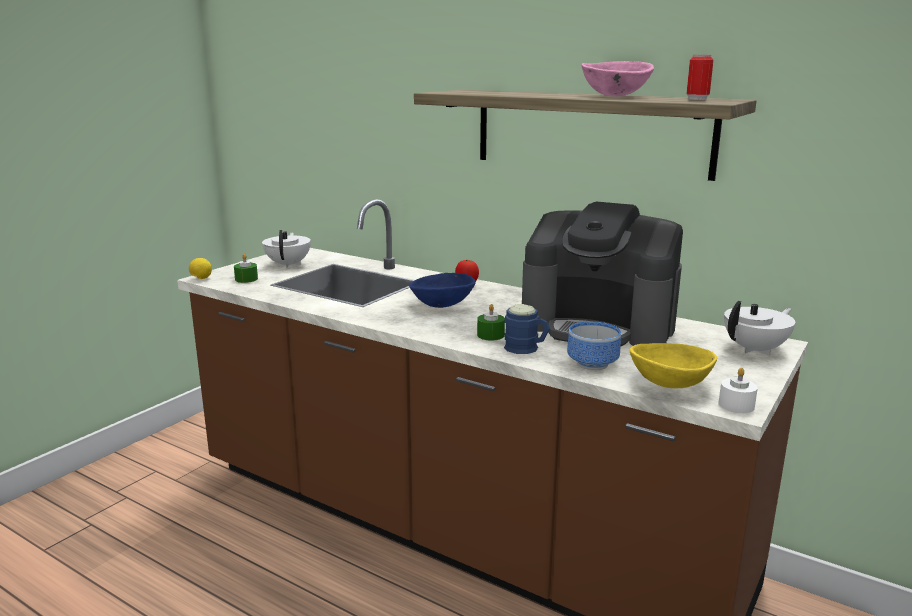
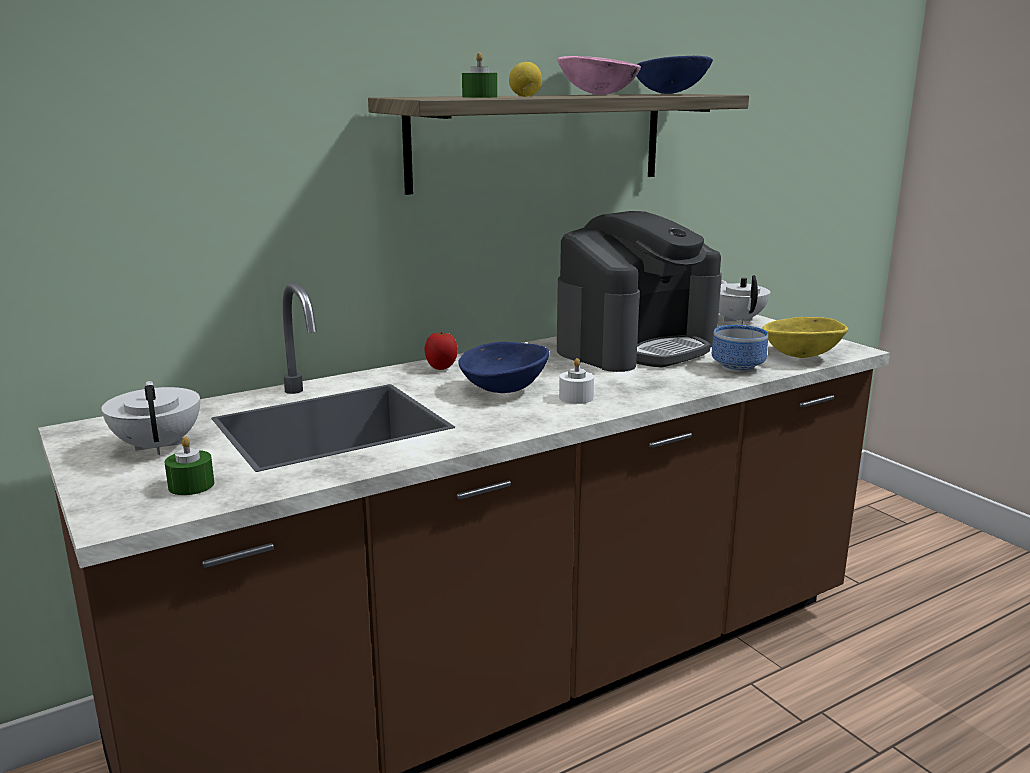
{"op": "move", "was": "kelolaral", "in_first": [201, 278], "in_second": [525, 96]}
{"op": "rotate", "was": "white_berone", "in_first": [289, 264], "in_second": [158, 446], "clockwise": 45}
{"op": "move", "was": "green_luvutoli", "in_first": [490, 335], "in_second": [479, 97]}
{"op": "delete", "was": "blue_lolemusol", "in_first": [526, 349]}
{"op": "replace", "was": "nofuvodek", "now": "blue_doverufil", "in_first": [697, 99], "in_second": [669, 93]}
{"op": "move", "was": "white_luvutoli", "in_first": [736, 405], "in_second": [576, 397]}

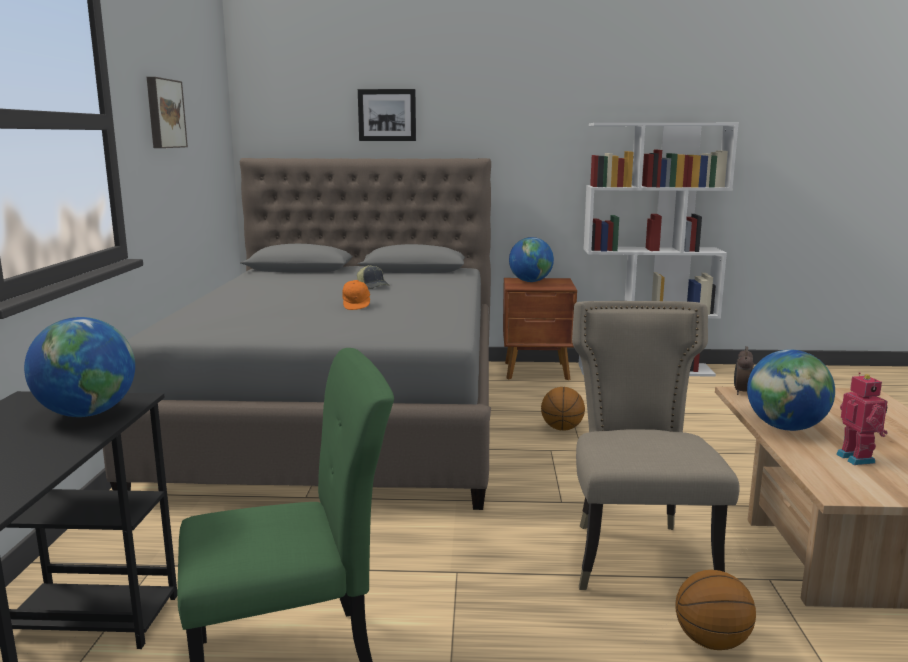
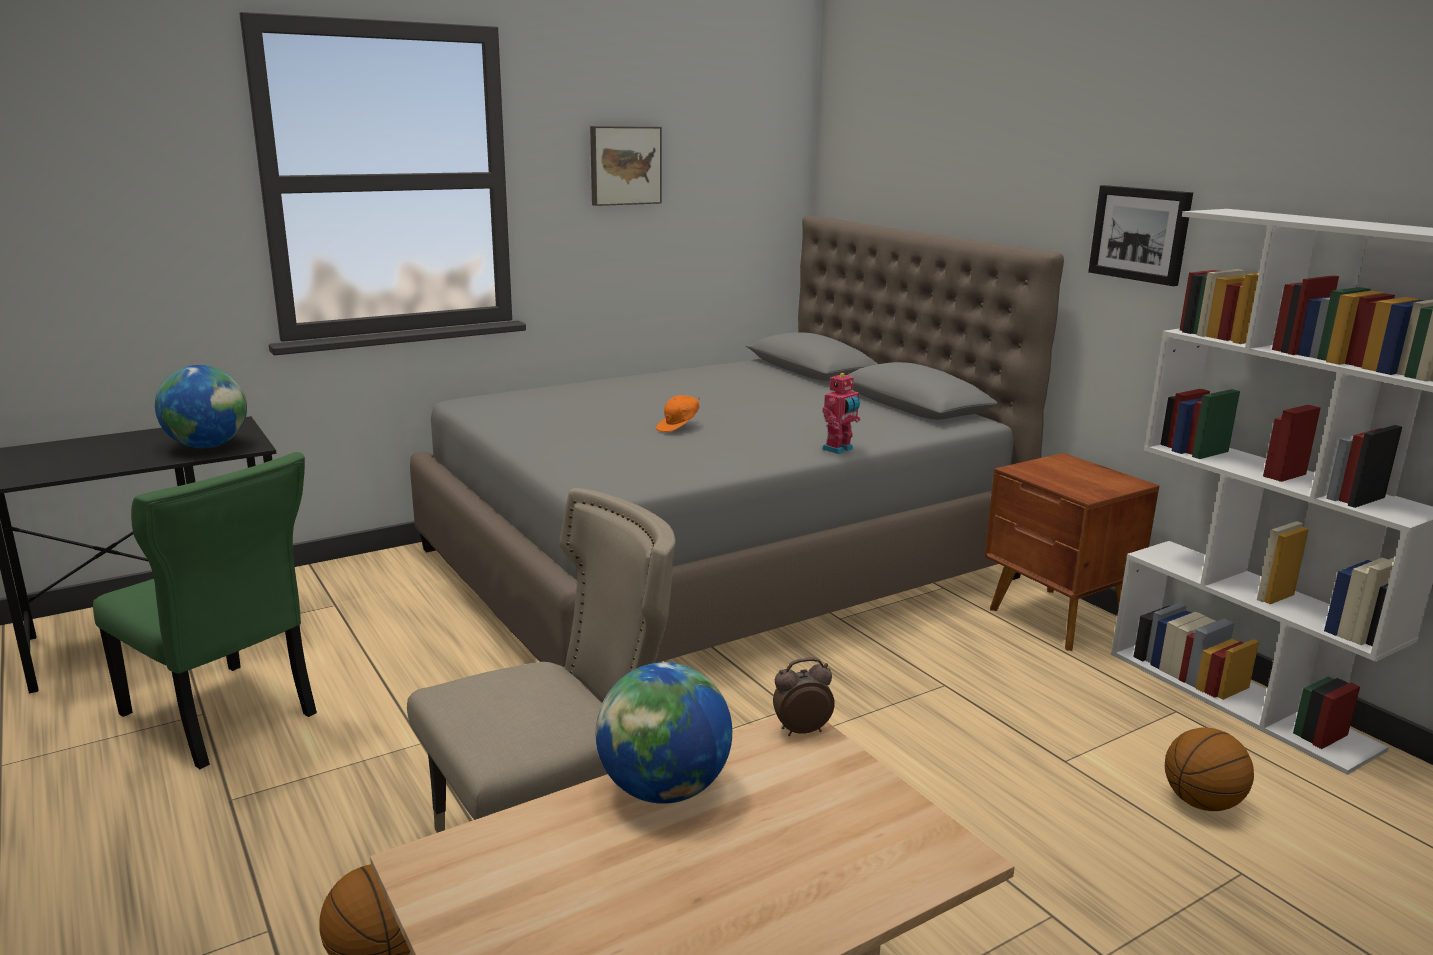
{"op": "delete", "was": "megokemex", "in_first": [373, 286]}
{"op": "move", "was": "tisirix", "in_first": [387, 115], "in_second": [1140, 234]}
{"op": "delete", "was": "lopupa", "in_first": [530, 281]}
{"op": "move", "was": "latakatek", "in_first": [562, 428], "in_second": [1202, 802]}
{"op": "move", "was": "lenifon", "in_first": [857, 458], "in_second": [839, 449]}

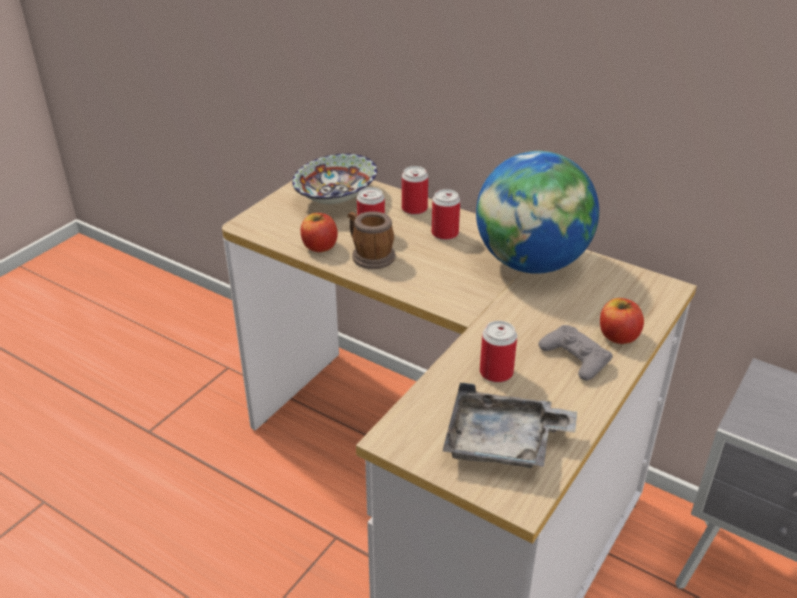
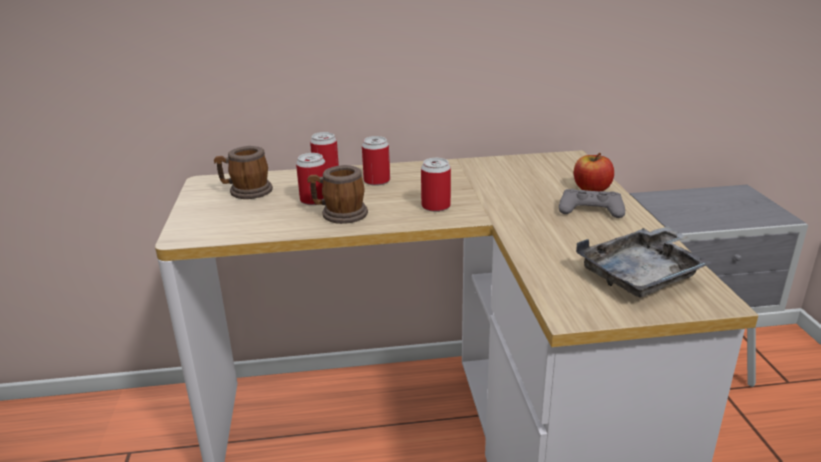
{"op": "replace", "was": "doverufil", "now": "lolemusol", "in_first": [337, 199], "in_second": [246, 191]}
{"op": "delete", "was": "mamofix", "in_first": [319, 246]}
{"op": "delete", "was": "lopupa", "in_first": [531, 263]}
{"op": "move", "was": "nofuvodek", "in_first": [496, 372], "in_second": [436, 206]}

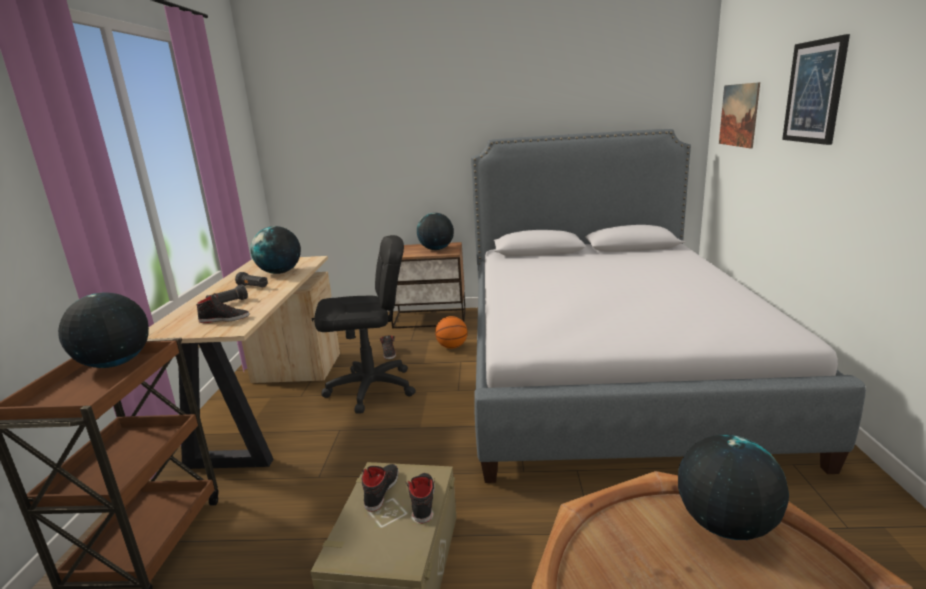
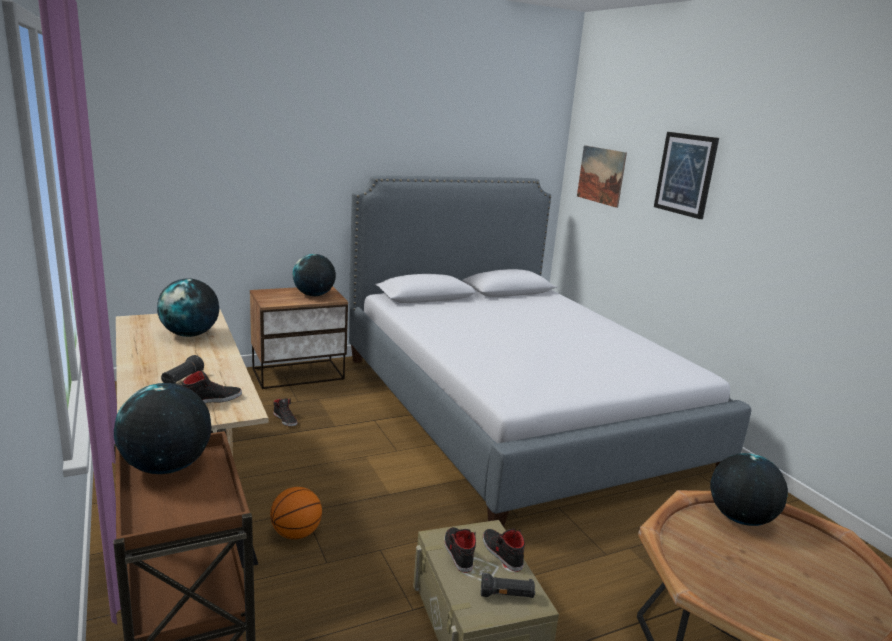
{"op": "move", "was": "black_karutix", "in_first": [253, 287], "in_second": [506, 595]}
{"op": "delete", "was": "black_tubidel", "in_first": [371, 389]}
{"op": "move", "was": "latakatek", "in_first": [452, 347], "in_second": [296, 533]}

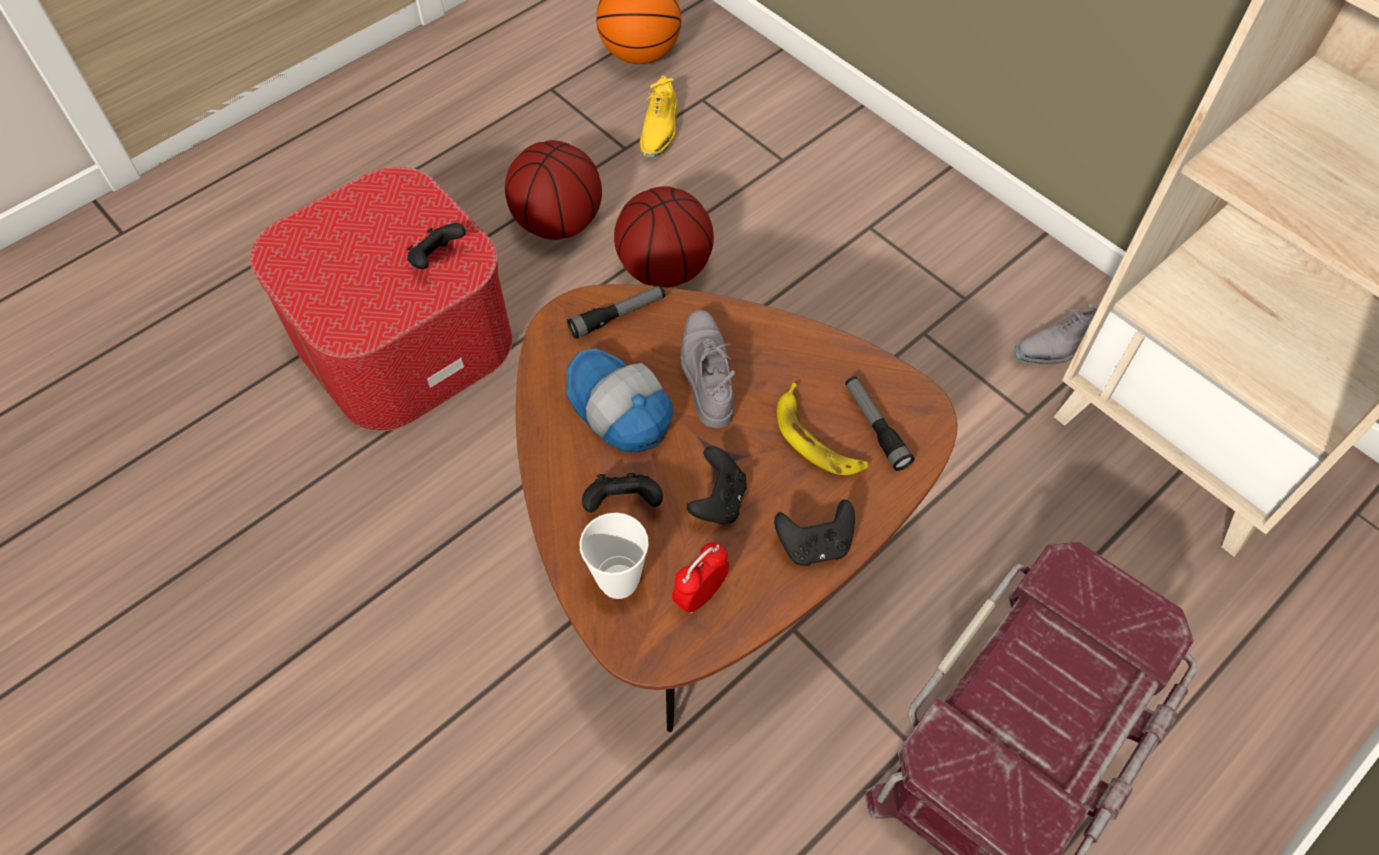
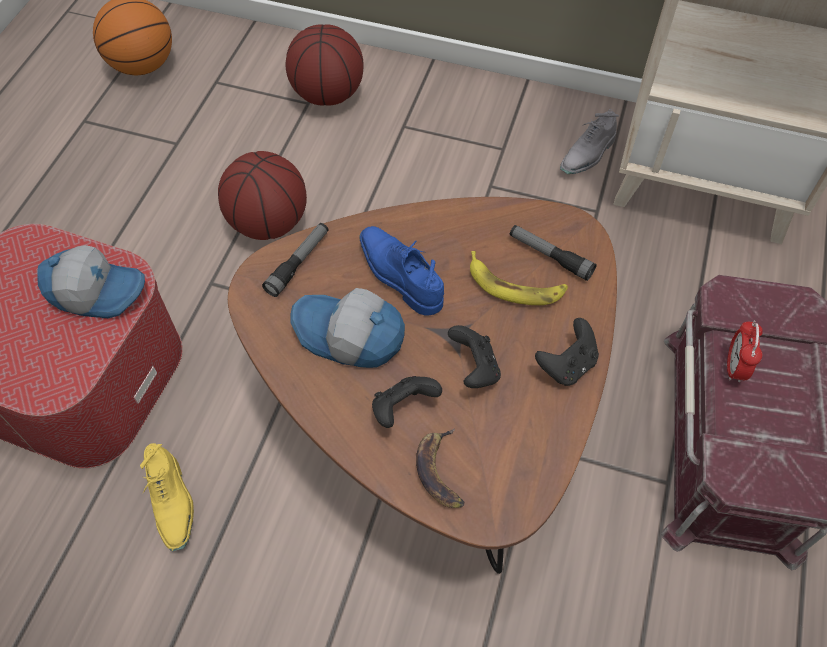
{"op": "replace", "was": "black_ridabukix", "now": "megokemex", "in_first": [437, 259], "in_second": [97, 290]}
{"op": "move", "was": "latakatek", "in_first": [557, 223], "in_second": [327, 95]}
{"op": "replace", "was": "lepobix", "now": "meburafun", "in_first": [618, 581], "in_second": [441, 471]}
{"op": "move", "was": "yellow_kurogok", "in_first": [659, 131], "in_second": [172, 502]}
{"op": "move", "was": "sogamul", "in_first": [700, 594], "in_second": [734, 367]}
{"op": "recolor", "was": "grey_kurogok", "now": "blue_kurogok", "in_first": [707, 374], "in_second": [399, 276]}

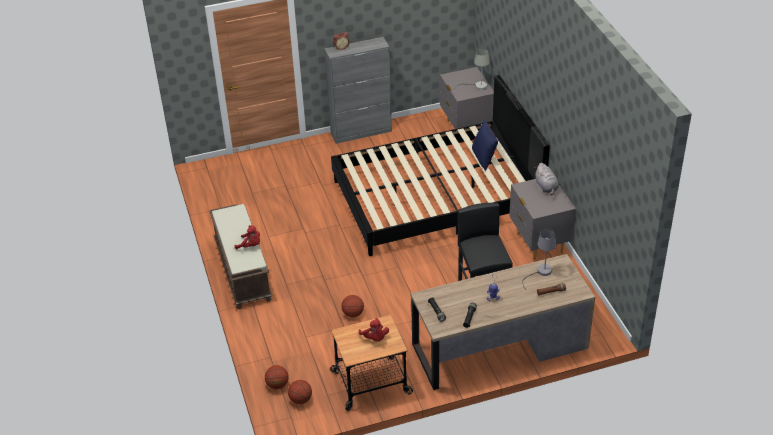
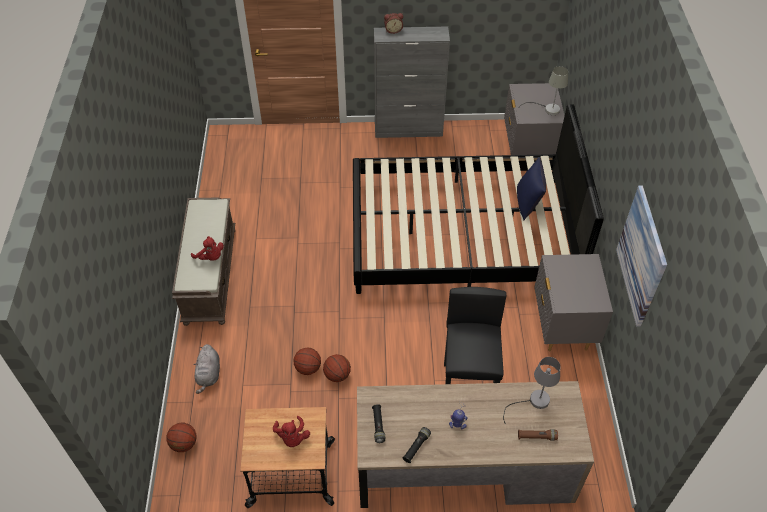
{"op": "move", "was": "latakatek", "in_first": [300, 399], "in_second": [337, 375]}
{"op": "move", "was": "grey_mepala", "in_first": [546, 187], "in_second": [209, 374]}
{"op": "insert", "now": "tisirix", "in_second": [641, 256]}

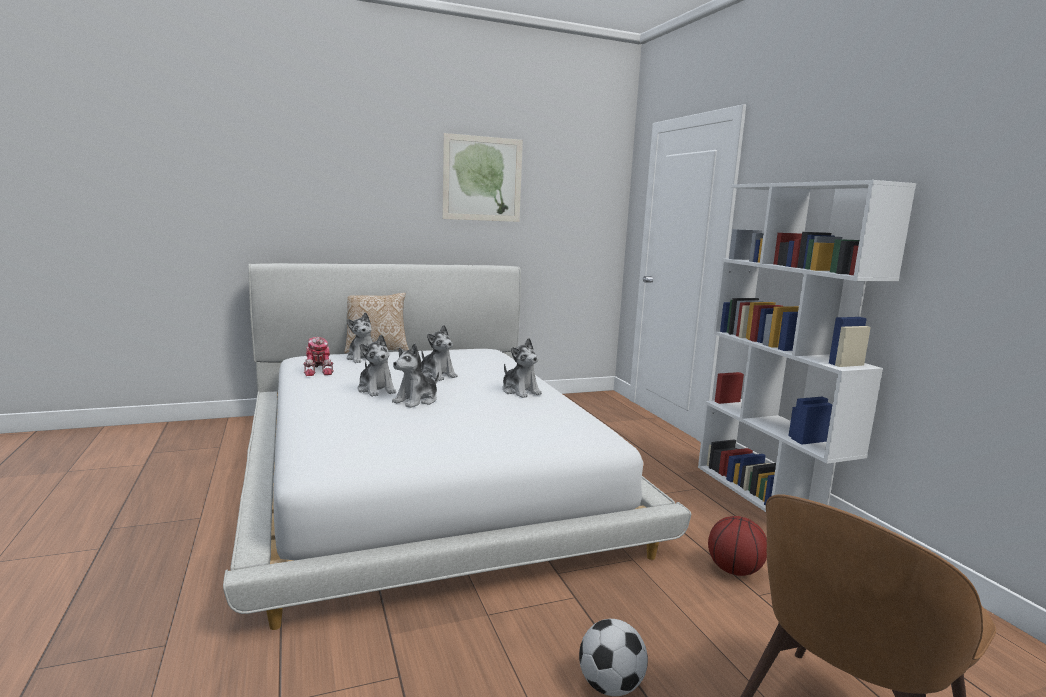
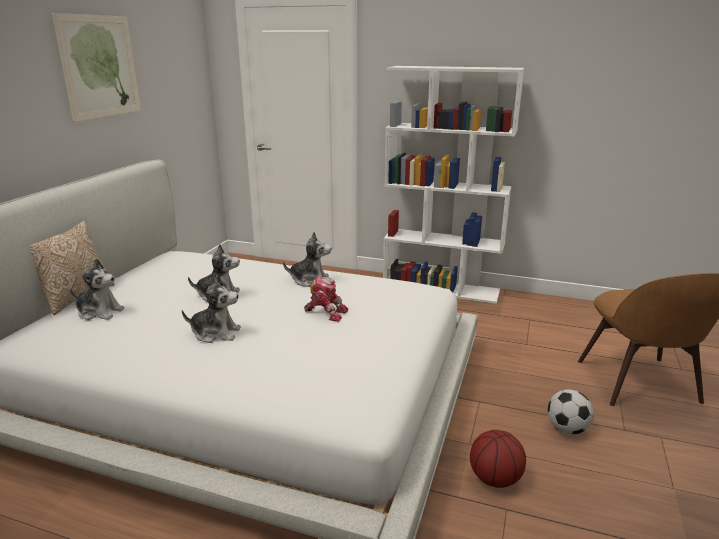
{"op": "move", "was": "lenifon", "in_first": [319, 371], "in_second": [326, 312]}
{"op": "delete", "was": "mepala", "in_first": [416, 400]}
{"op": "move", "was": "latakatek", "in_first": [734, 570], "in_second": [495, 479]}

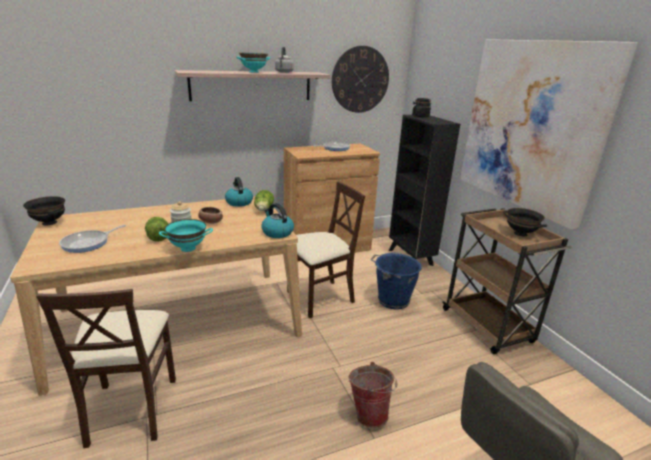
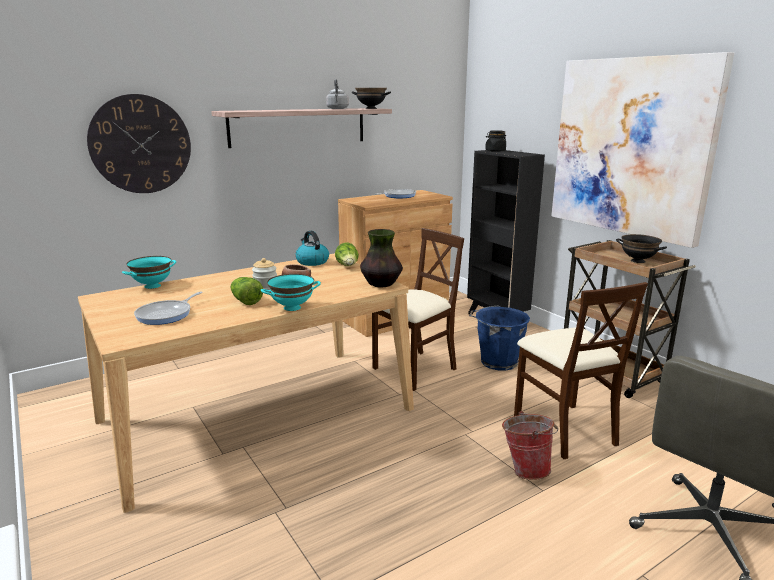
{"op": "move", "was": "black_doverufil", "in_first": [50, 222], "in_second": [371, 108]}
{"op": "move", "was": "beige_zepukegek", "in_first": [131, 409], "in_second": [565, 429]}
{"op": "move", "was": "turquoise_doverufil", "in_first": [254, 72], "in_second": [152, 286]}
{"op": "replace", "was": "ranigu", "now": "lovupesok", "in_first": [277, 232], "in_second": [381, 284]}
{"op": "move", "was": "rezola", "in_first": [360, 80], "in_second": [140, 144]}

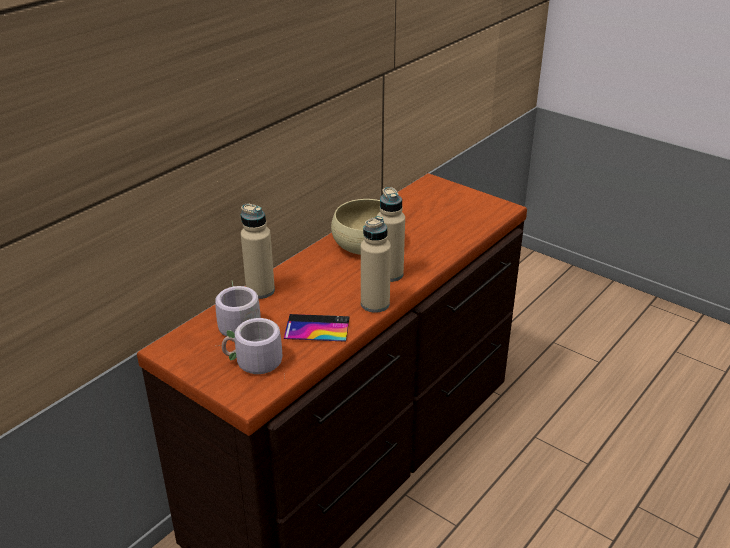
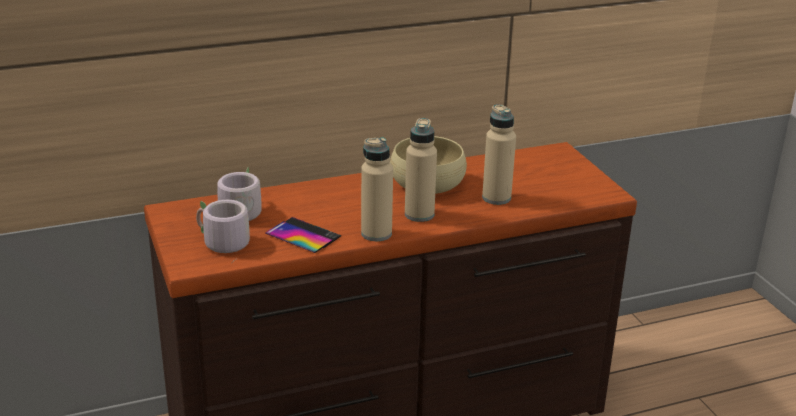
{"op": "move", "was": "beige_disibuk", "in_first": [260, 290], "in_second": [496, 198]}

